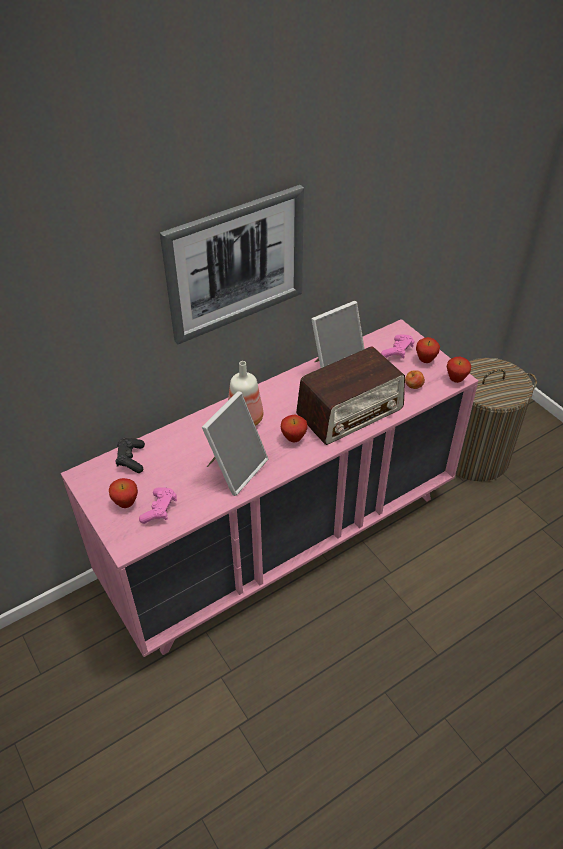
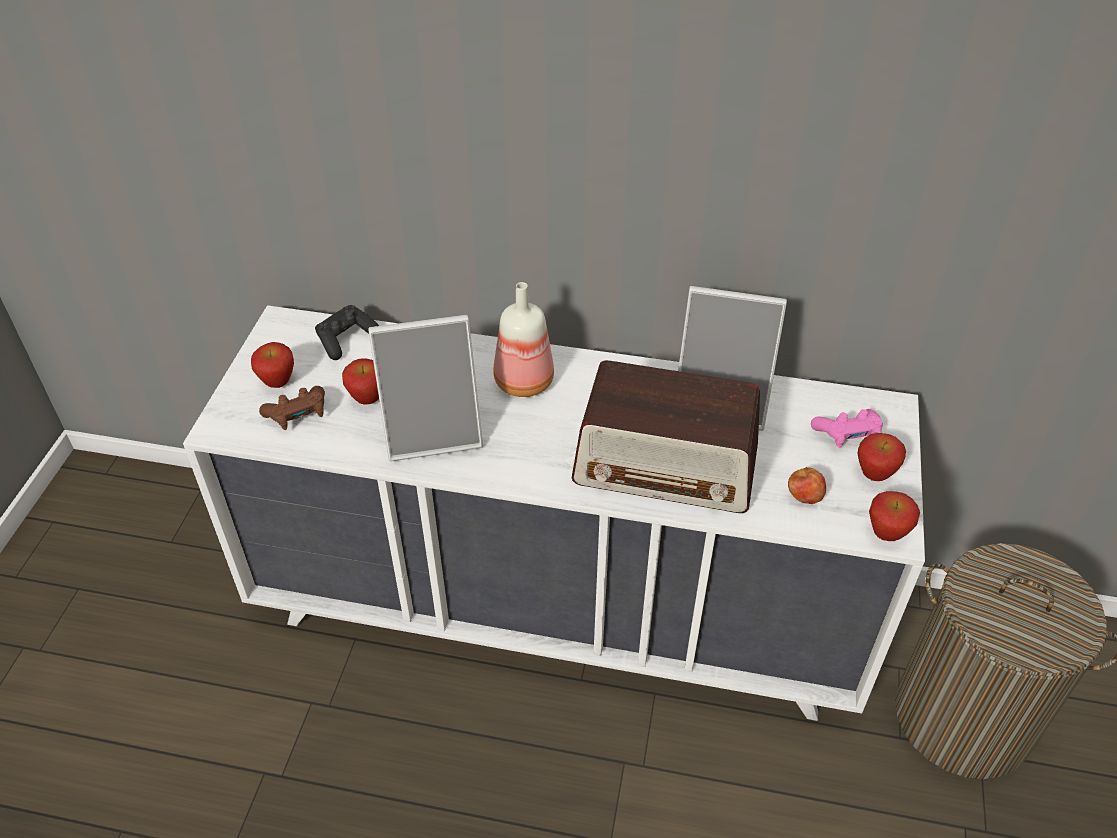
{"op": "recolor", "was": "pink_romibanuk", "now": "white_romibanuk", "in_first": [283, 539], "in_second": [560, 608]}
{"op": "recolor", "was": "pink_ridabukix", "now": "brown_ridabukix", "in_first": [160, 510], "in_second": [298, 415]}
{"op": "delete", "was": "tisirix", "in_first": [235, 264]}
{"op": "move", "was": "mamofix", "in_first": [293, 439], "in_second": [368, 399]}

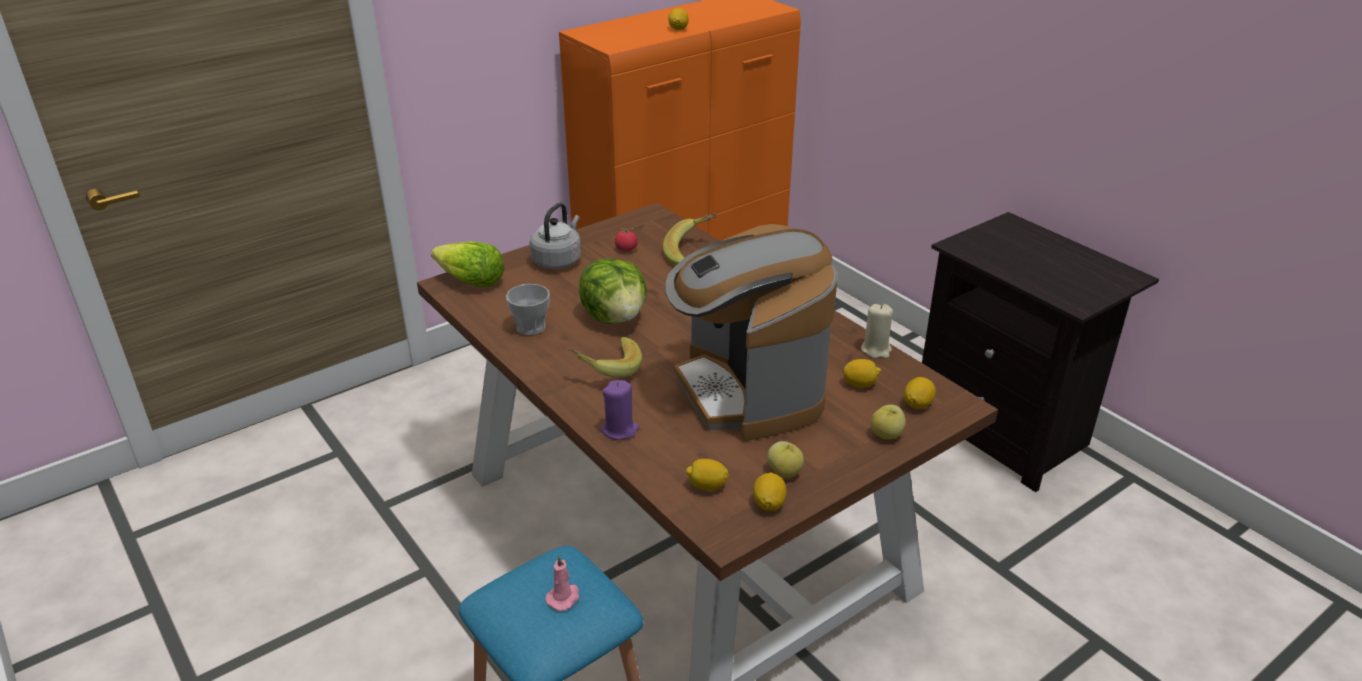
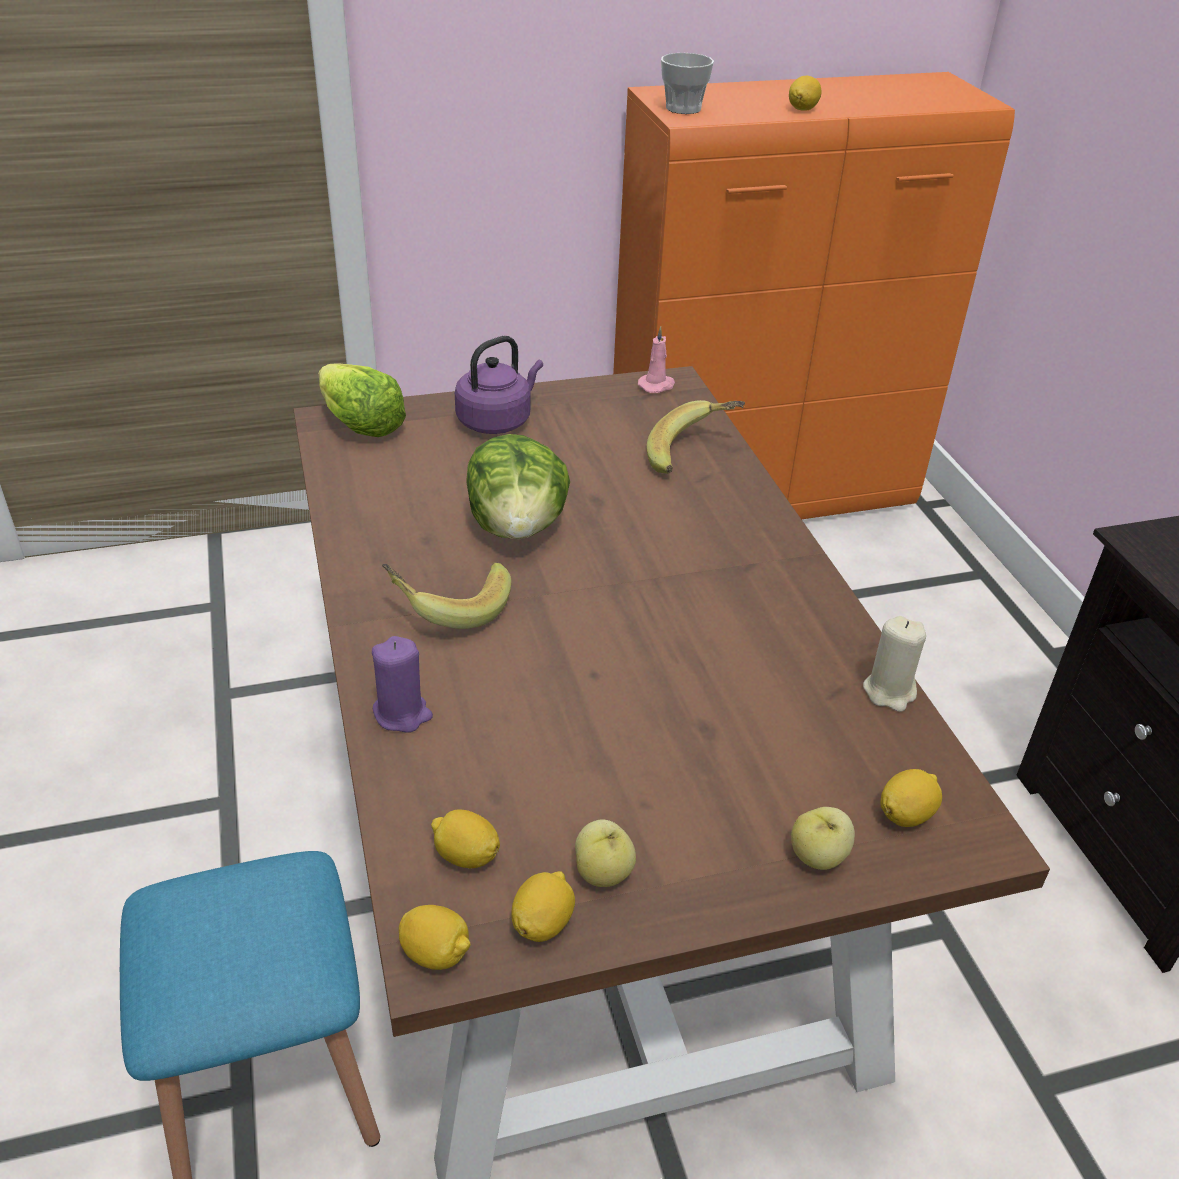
{"op": "move", "was": "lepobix", "in_first": [531, 327], "in_second": [683, 108]}
{"op": "recolor", "was": "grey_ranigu", "now": "purple_ranigu", "in_first": [558, 260], "in_second": [497, 421]}
{"op": "move", "was": "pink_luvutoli", "in_first": [564, 597], "in_second": [657, 385]}
{"op": "delete", "was": "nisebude", "in_first": [626, 249]}
{"op": "delete", "was": "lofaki", "in_first": [747, 391]}
{"op": "move", "was": "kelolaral", "in_first": [860, 384], "in_second": [436, 954]}

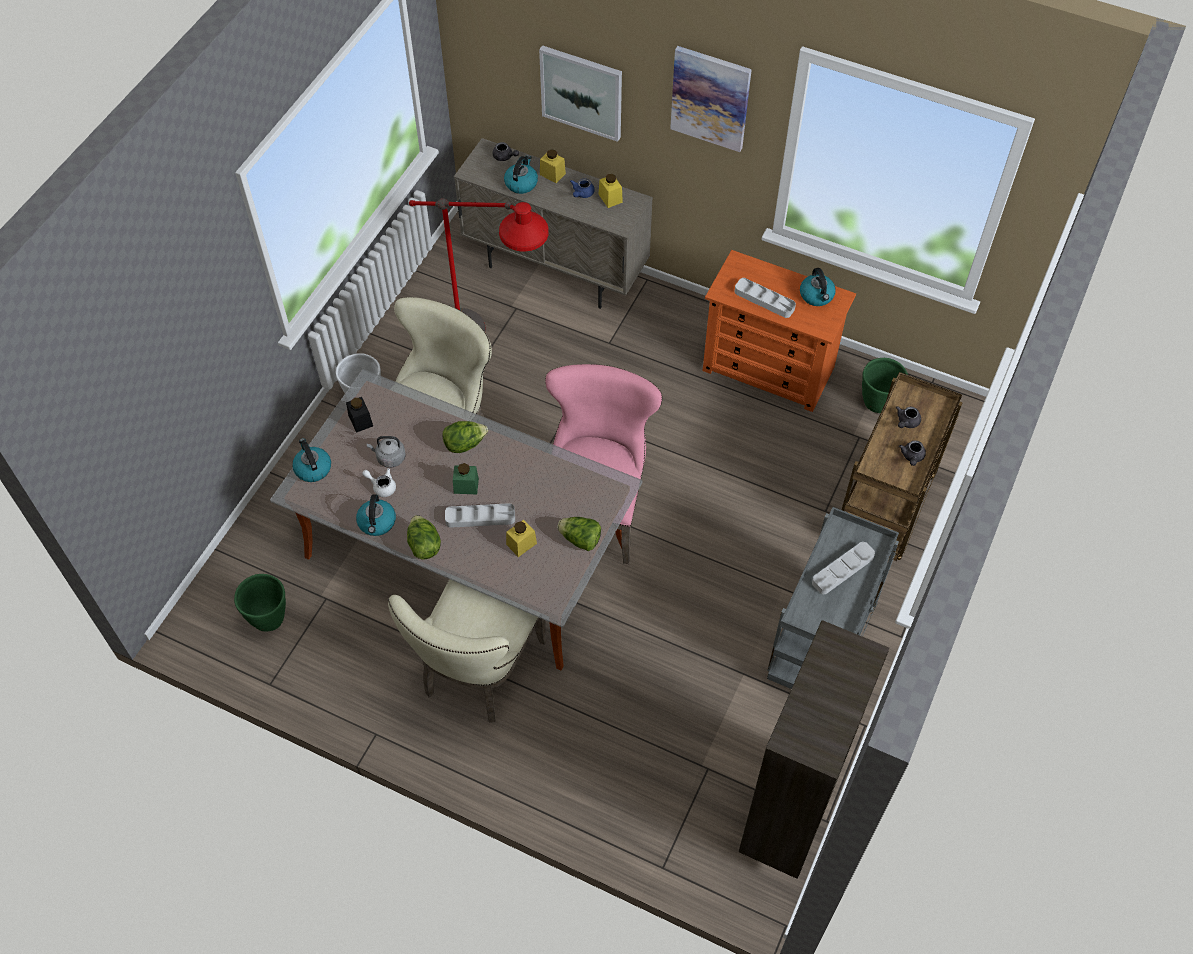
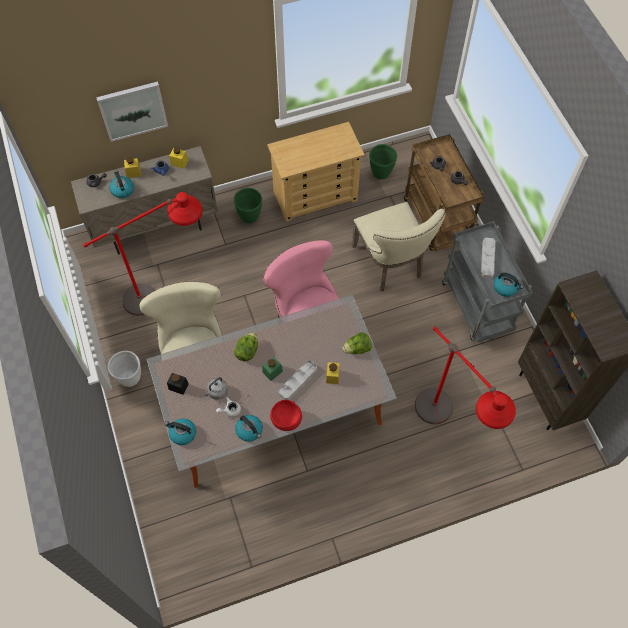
{"op": "move", "was": "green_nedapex", "in_first": [269, 619], "in_second": [250, 216]}
{"op": "move", "was": "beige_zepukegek", "in_first": [478, 673], "in_second": [391, 264]}
{"op": "replace", "was": "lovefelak", "now": "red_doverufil", "in_first": [424, 545], "in_second": [286, 420]}
{"op": "delete", "was": "tisirix", "in_first": [710, 98]}
{"op": "recolor", "was": "orange_romibanuk", "now": "beige_romibanuk", "in_first": [769, 369], "in_second": [315, 196]}
{"op": "delete", "was": "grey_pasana", "in_first": [764, 300]}
{"op": "move", "was": "ranigu", "in_first": [817, 296], "in_second": [505, 287]}
{"op": "insert", "now": "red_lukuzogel", "in_second": [446, 430]}

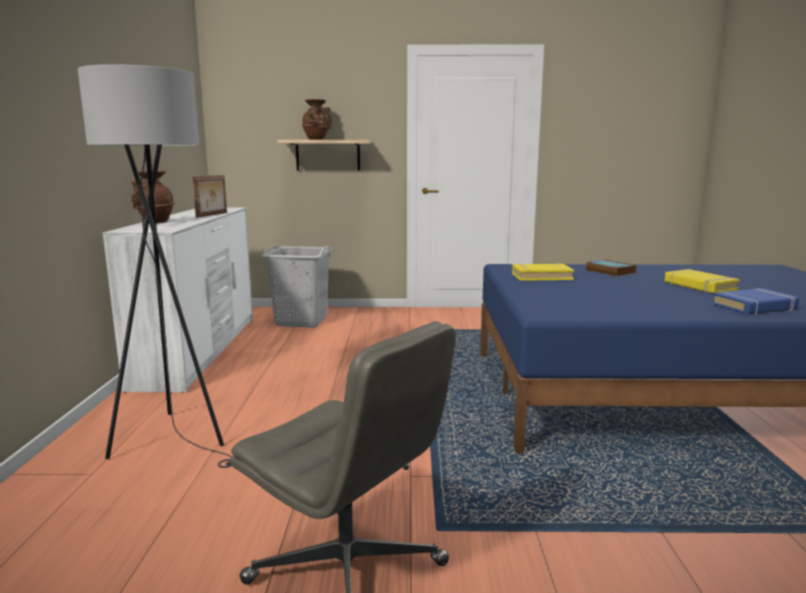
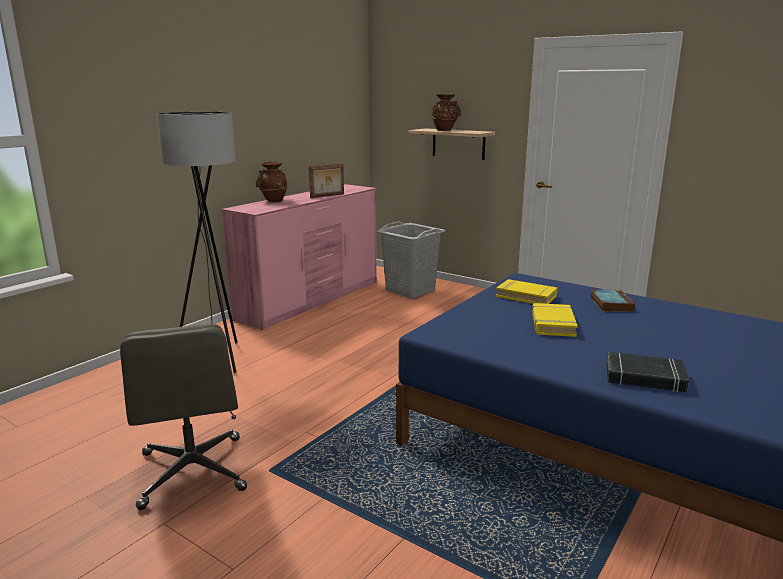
{"op": "recolor", "was": "white_romibanuk", "now": "pink_romibanuk", "in_first": [200, 350], "in_second": [311, 300]}
{"op": "move", "was": "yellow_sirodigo", "in_first": [699, 286], "in_second": [552, 324]}
{"op": "recolor", "was": "blue_sirodigo", "now": "black_sirodigo", "in_first": [754, 307], "in_second": [644, 378]}

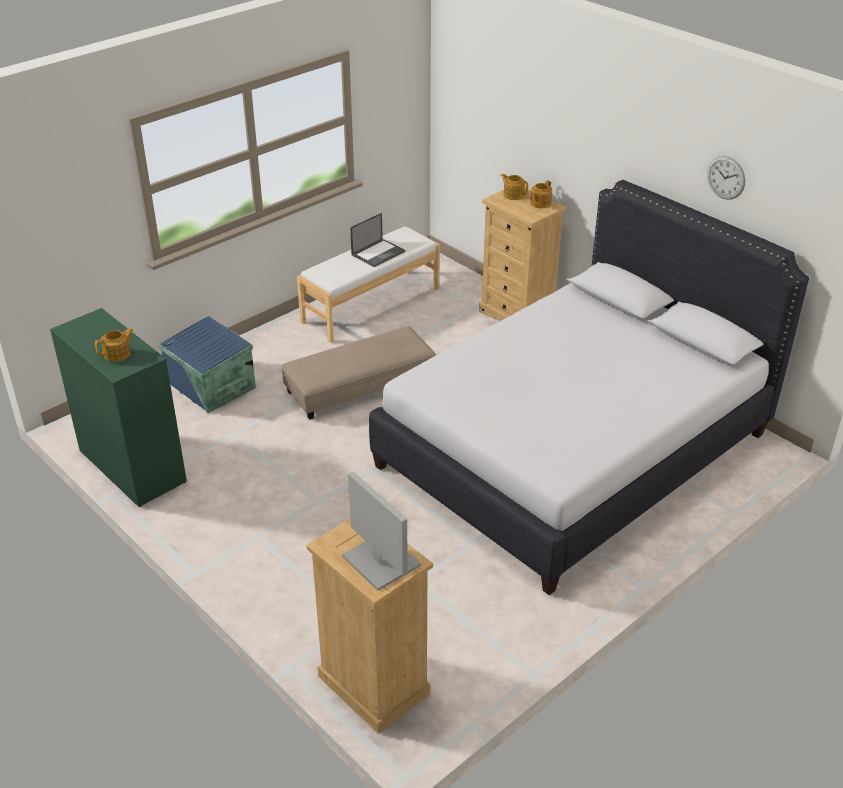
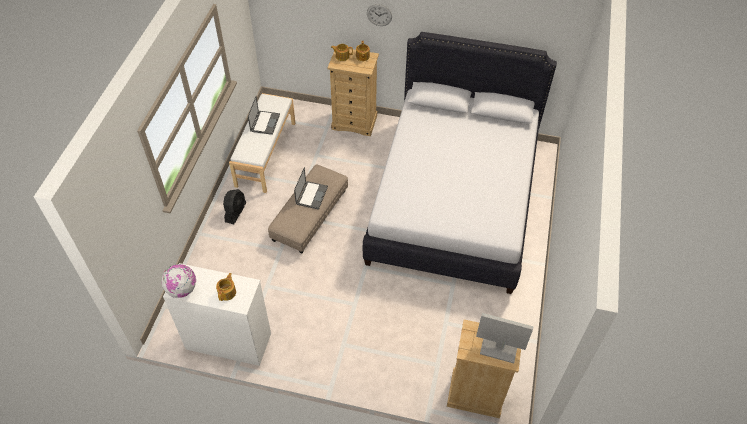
{"op": "recolor", "was": "green_romibanuk", "now": "white_romibanuk", "in_first": [132, 466], "in_second": [228, 341]}
{"op": "delete", "was": "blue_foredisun", "in_first": [210, 386]}
{"op": "move", "was": "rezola", "in_first": [726, 177], "in_second": [379, 15]}
{"op": "insert", "now": "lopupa", "in_second": [182, 289]}
{"op": "insert", "now": "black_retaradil", "in_second": [235, 212]}
{"op": "insert", "now": "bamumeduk", "in_second": [311, 195]}

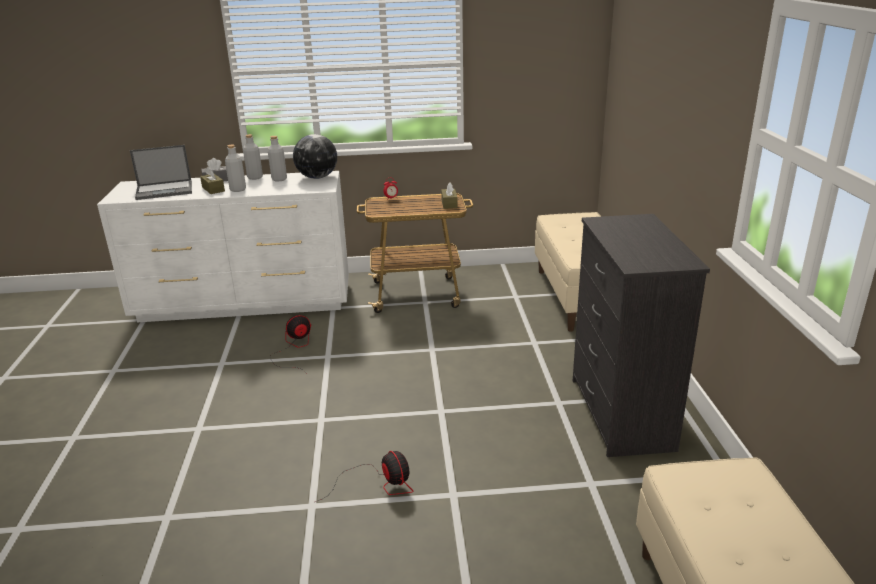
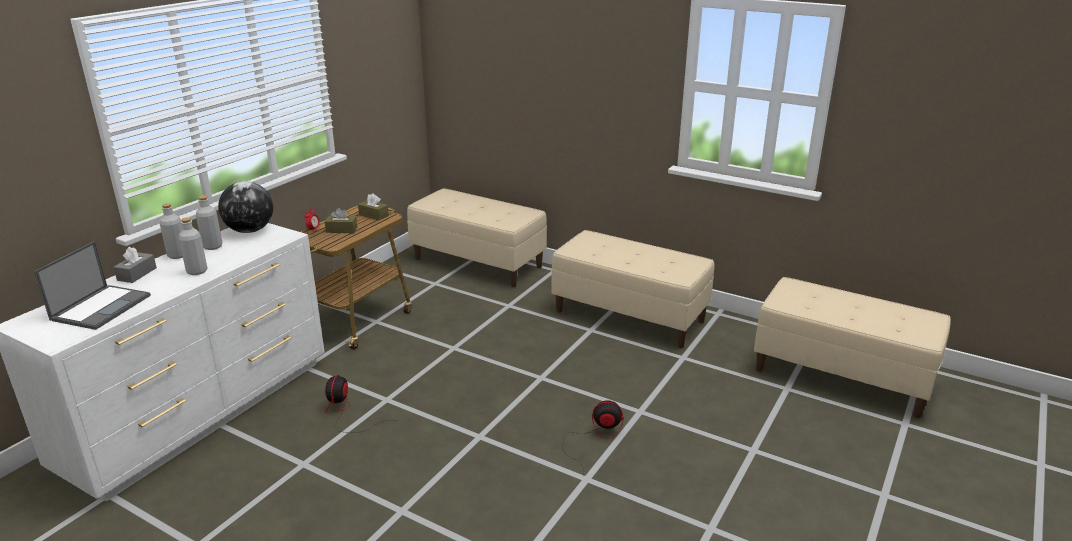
{"op": "move", "was": "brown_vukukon", "in_first": [213, 189], "in_second": [341, 230]}
{"op": "replace", "was": "black_romibanuk", "now": "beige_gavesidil", "in_first": [620, 414], "in_second": [630, 316]}

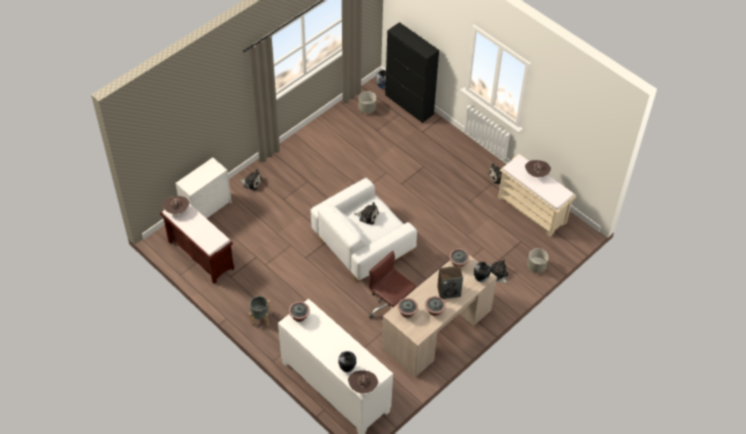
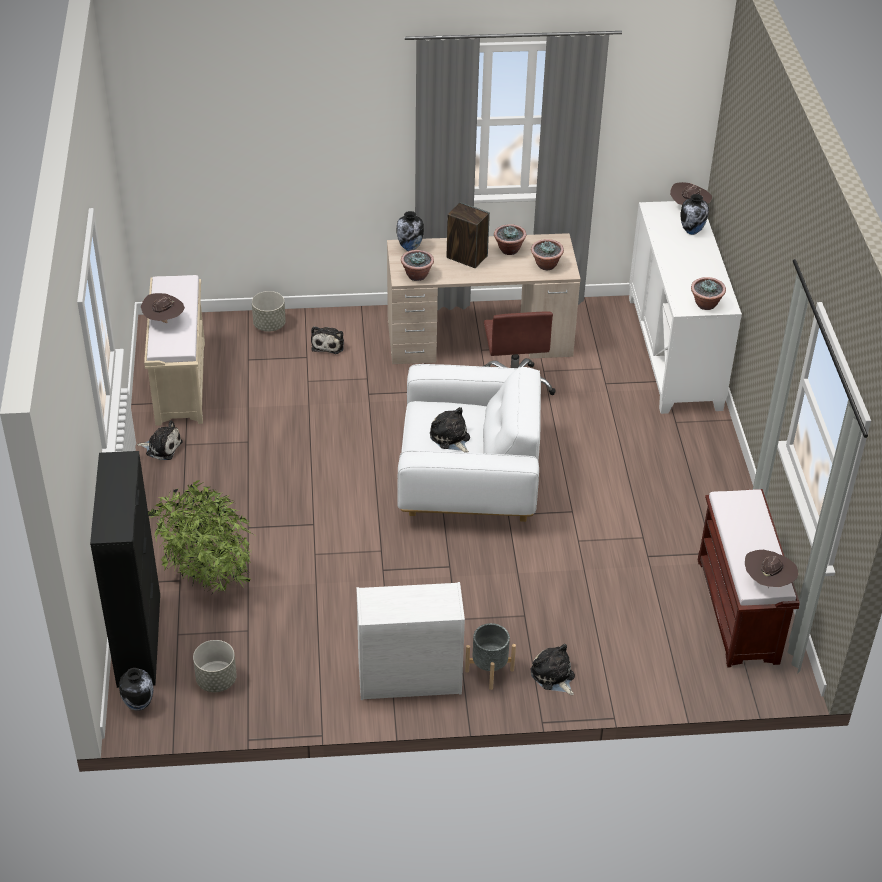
{"op": "move", "was": "white_romibanuk", "in_first": [207, 208], "in_second": [408, 678]}
{"op": "move", "was": "grey_nedapex", "in_first": [260, 317], "in_second": [489, 670]}
{"op": "insert", "now": "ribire", "in_second": [206, 578]}

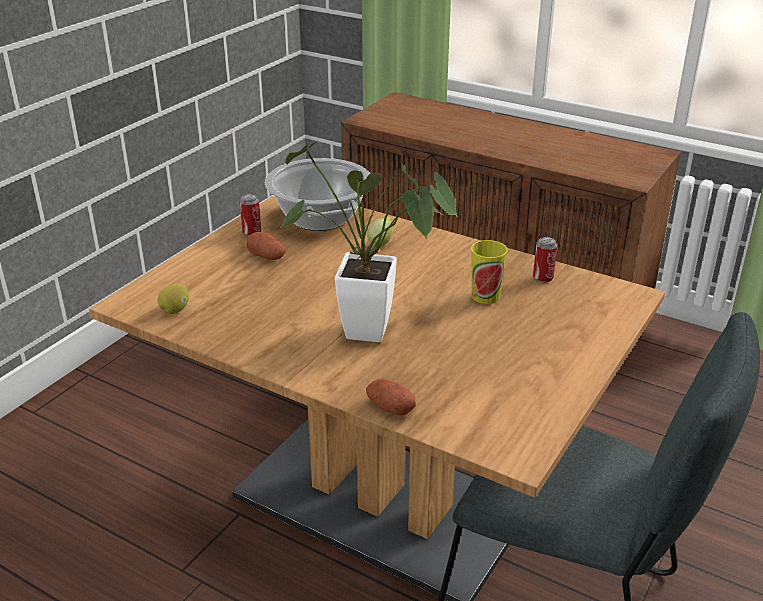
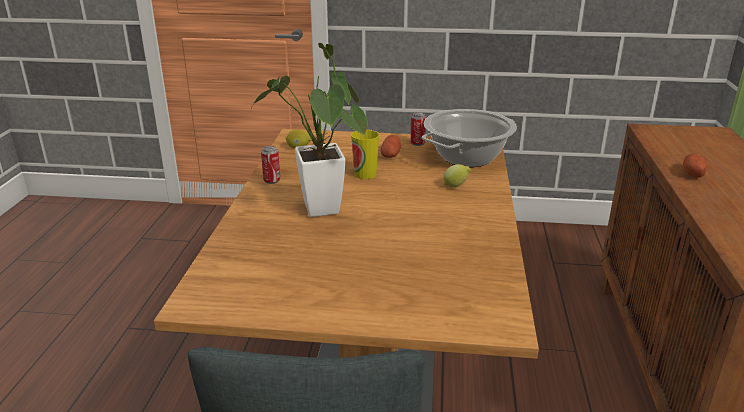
{"op": "move", "was": "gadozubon", "in_first": [390, 407], "in_second": [692, 173]}
{"op": "move", "was": "lepobix", "in_first": [485, 296], "in_second": [365, 174]}
{"op": "move", "was": "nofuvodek", "in_first": [543, 278], "in_second": [272, 180]}

